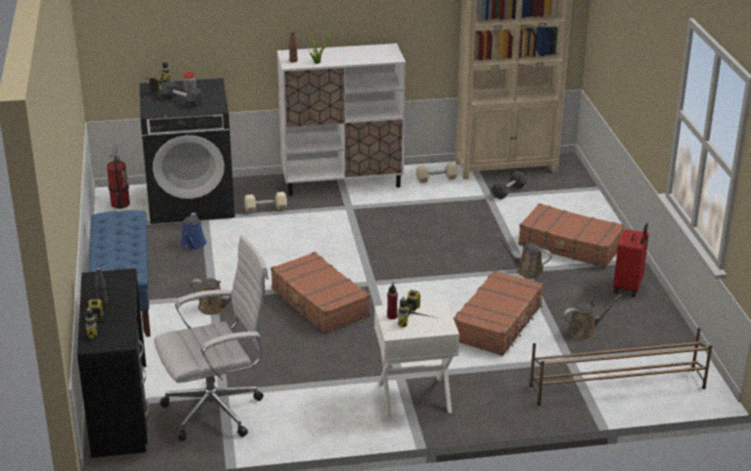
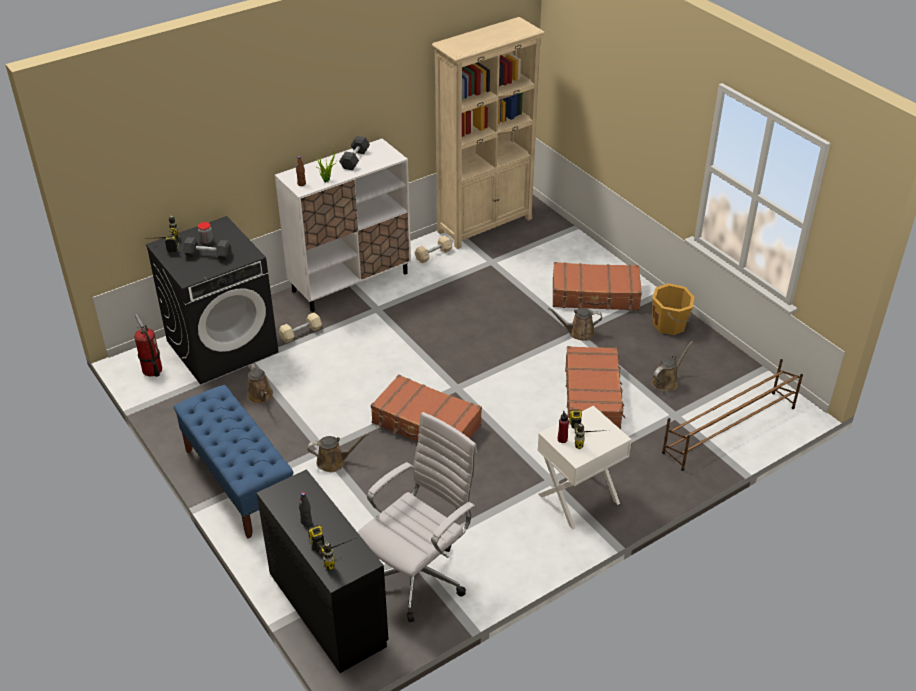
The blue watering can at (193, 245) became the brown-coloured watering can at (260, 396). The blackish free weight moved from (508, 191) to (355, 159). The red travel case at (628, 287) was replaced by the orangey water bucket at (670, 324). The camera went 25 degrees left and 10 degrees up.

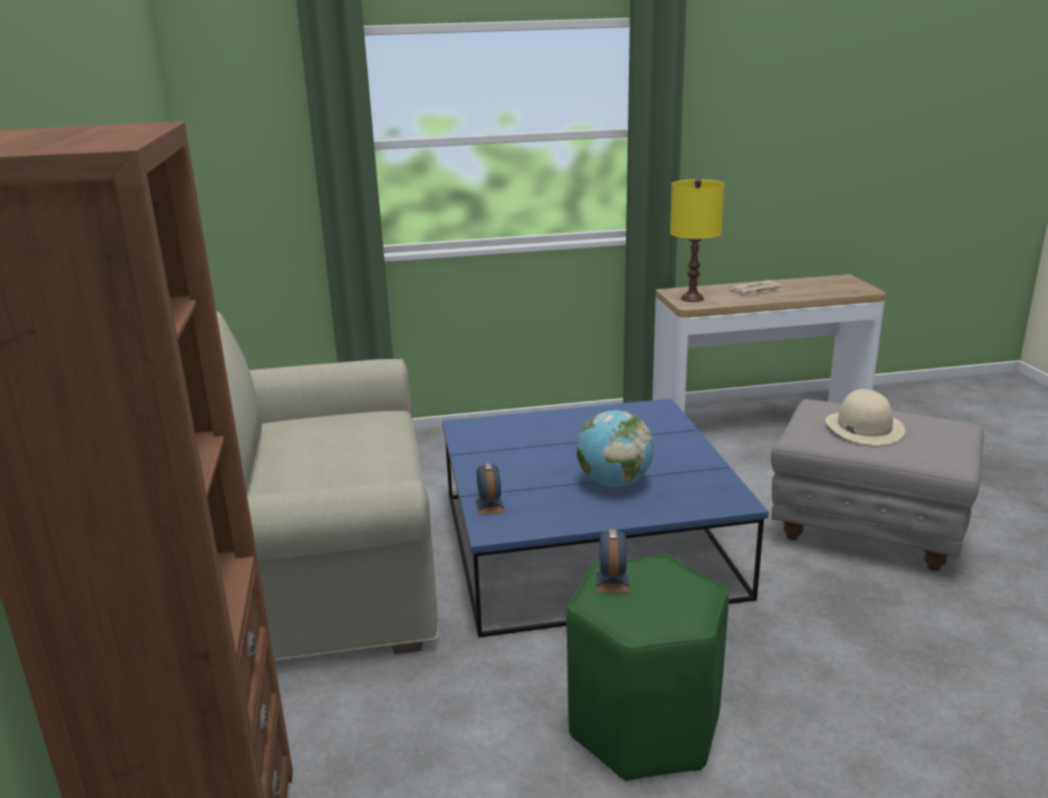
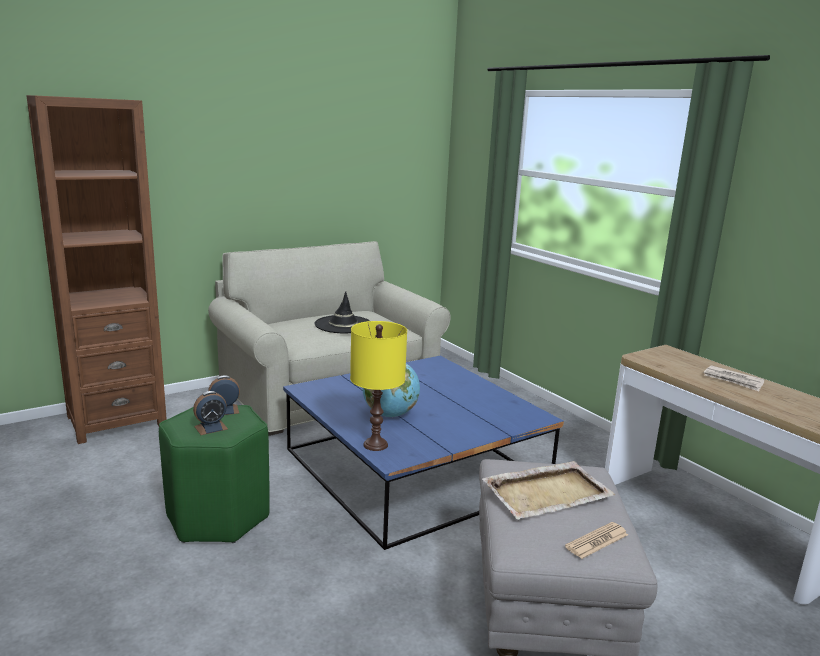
The table clock moved from (489, 505) to (211, 428). The blackish hat at (343, 325) appeared. The yellow table lamp moved from (692, 298) to (375, 445). The beige hat at (863, 427) was replaced by the beige tray at (548, 492). The daily paper at (597, 541) appeared. The camera went 65 degrees right and 5 degrees down.

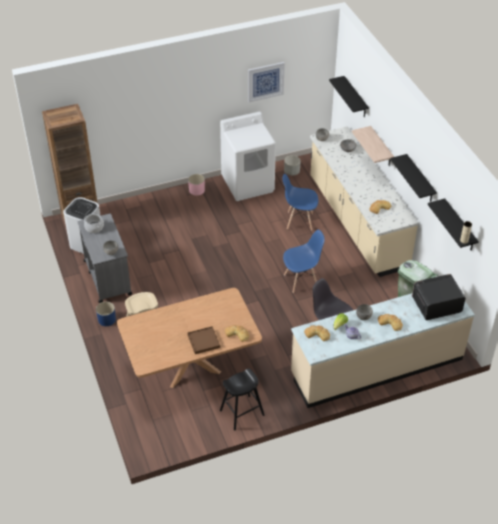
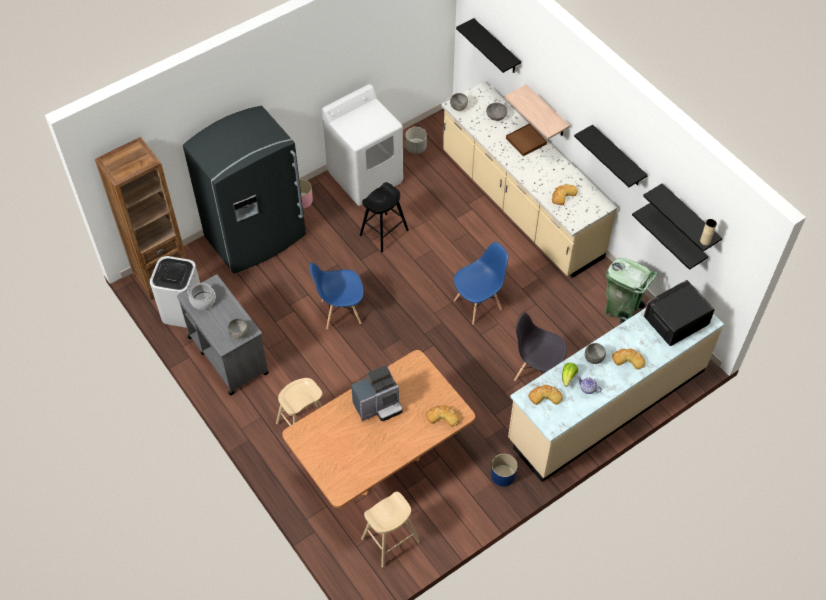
The grey refrigerator at (256, 237) appeared. The blue chair moved from (299, 221) to (340, 312). The coffee brewer at (378, 406) appeared. The blackish sitting stool moved from (242, 412) to (384, 232). The beige sitting stool at (390, 540) appeared. The blue planter moved from (106, 319) to (503, 475). The brown-coloured tray moved from (203, 341) to (526, 141). The blackish wall shelf at (676, 236) appeared. The picture at (265, 81) disappeared. The camera went 15 degrees left and 10 degrees up.

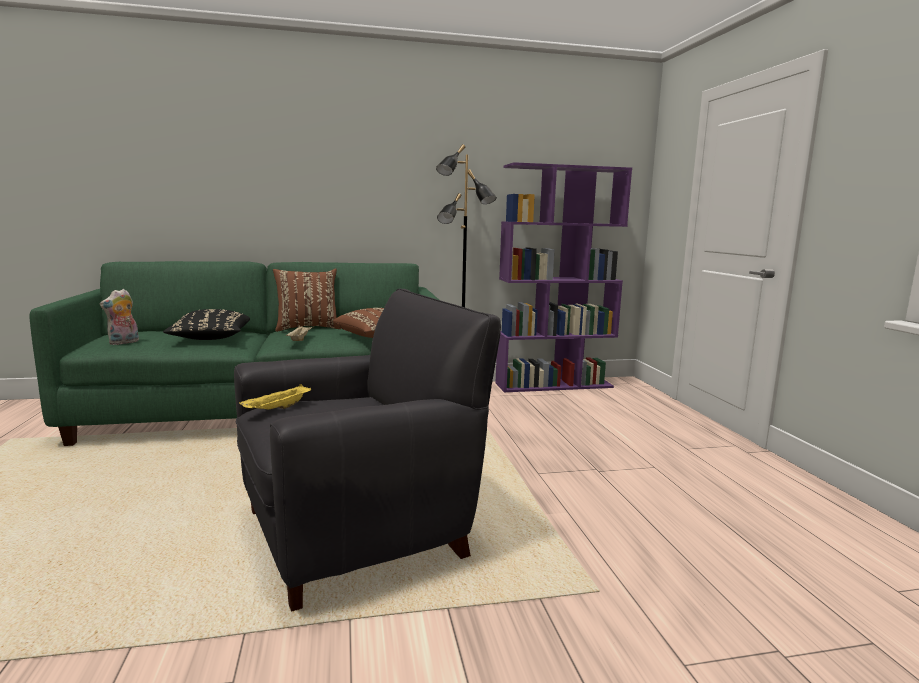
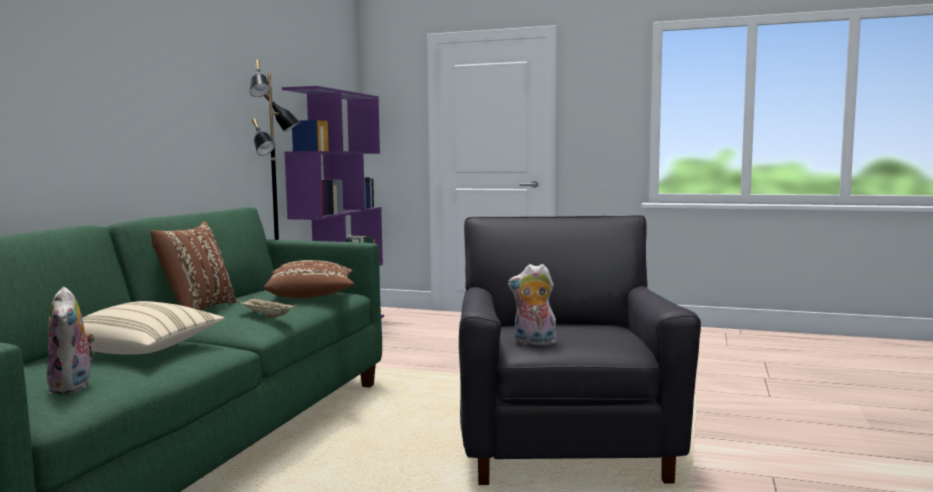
The blackish throw pillow at (210, 339) became the beige throw pillow at (143, 350). The yellow tray at (277, 409) was replaced by the soft toy at (533, 343). The camera went 60 degrees left and 5 degrees down.

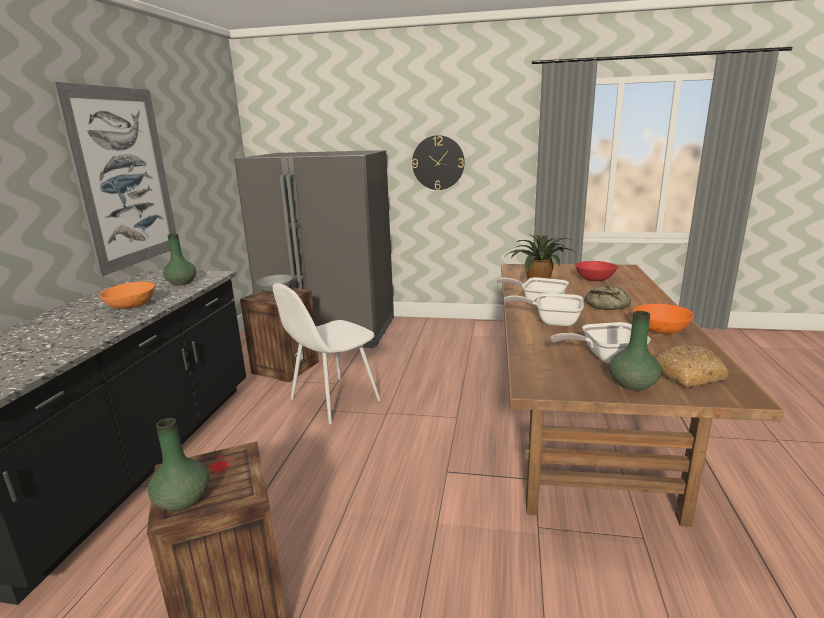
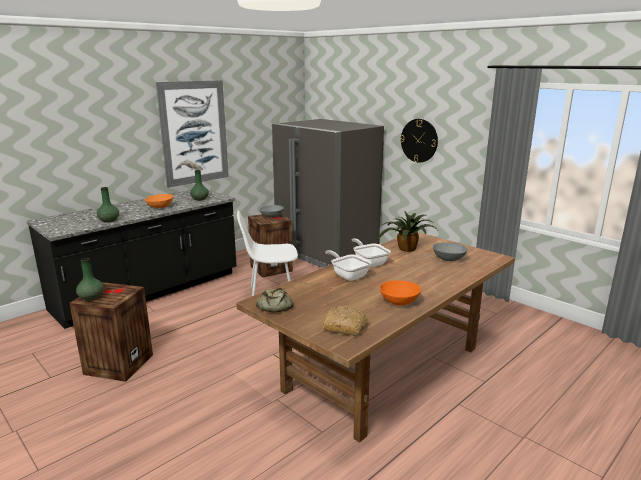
The greenish flower vase moved from (633, 385) to (108, 220). The bread moved from (608, 305) to (273, 306). The red bowl at (595, 279) became the grey bowl at (449, 259). The pan at (605, 358) disappeared. The camera went 35 degrees right and 0 degrees up.

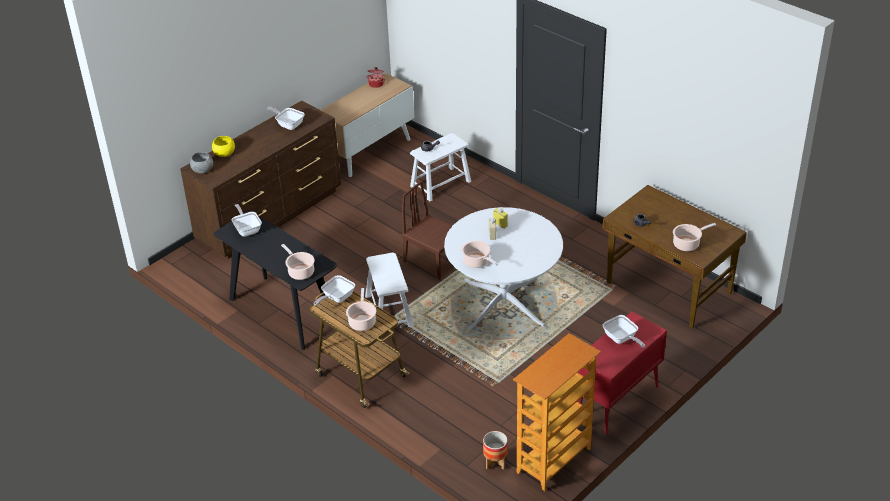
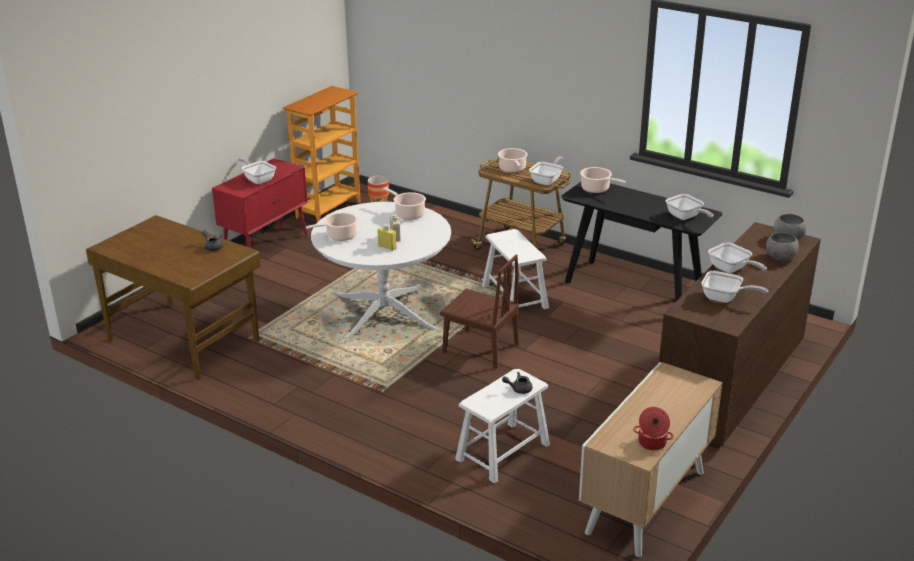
The saucepot moved from (687, 244) to (339, 236). The pan at (731, 270) appeared. The yellow bowl at (224, 153) became the grey bowl at (780, 257). The camera went 170 degrees right and 10 degrees down.

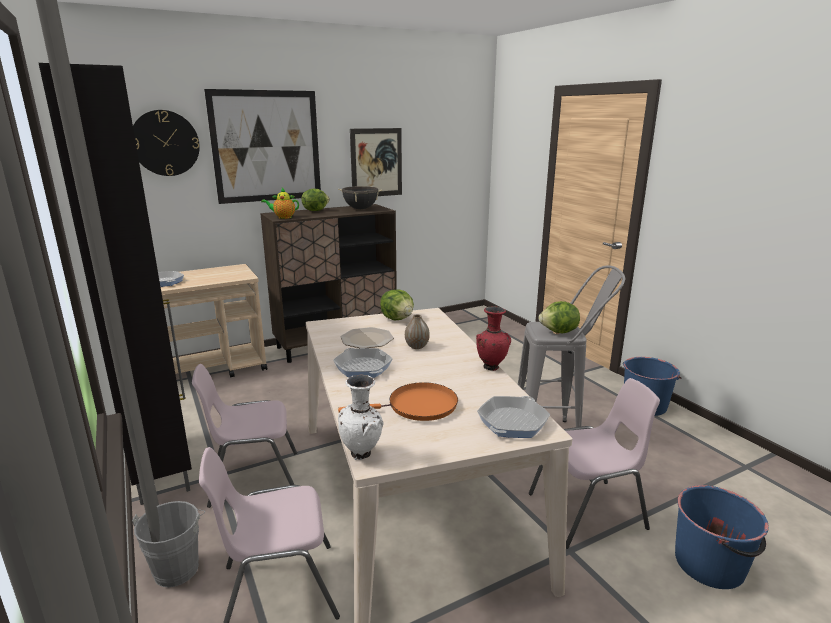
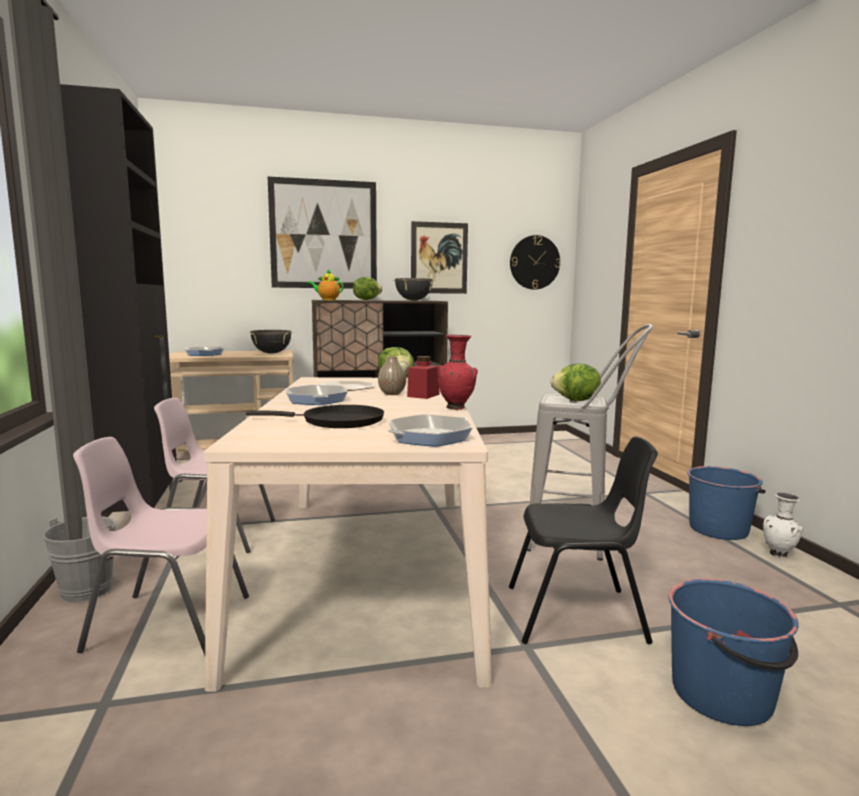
The orangey pan at (418, 406) became the blackish pan at (337, 421). The blackish saucepot at (271, 353) appeared. The red jar at (423, 395) appeared. The pink chair at (589, 512) became the blackish chair at (577, 615). The clock on the wall moved from (165, 143) to (534, 262). The white-coloured flower vase moved from (362, 454) to (779, 555). The camera went 15 degrees right and 10 degrees down.

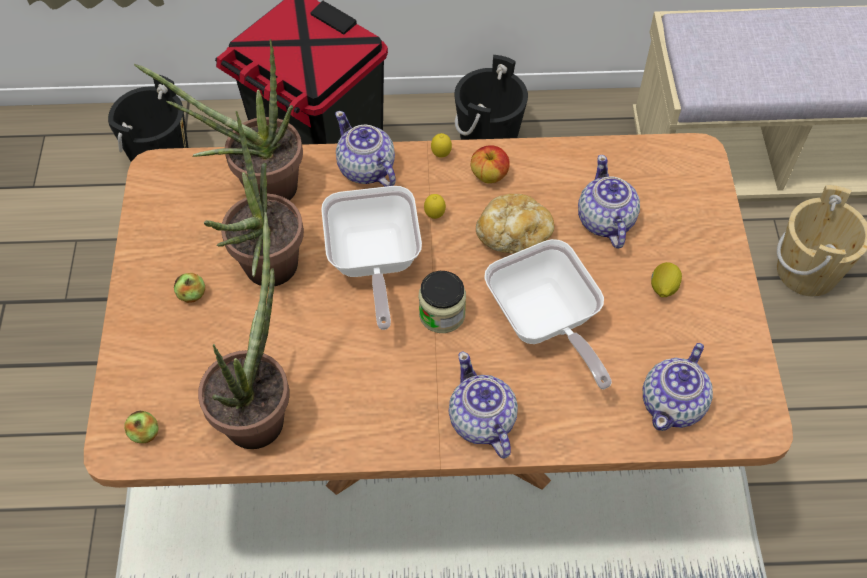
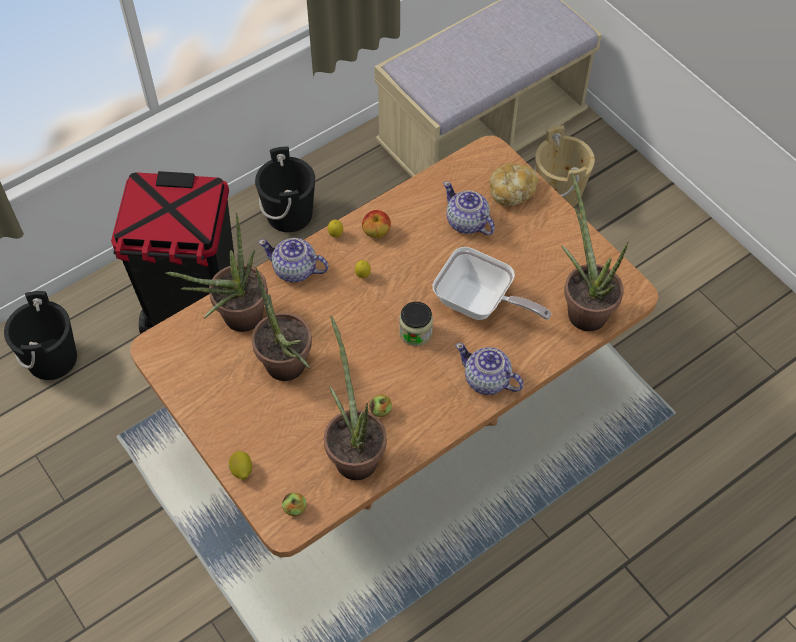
The lemon moved from (663, 288) to (241, 470). The apple moved from (192, 295) to (380, 410). The bread moved from (513, 234) to (512, 192). The teapot at (673, 403) was replaced by the potted plant at (582, 307). The pan at (373, 264) disappeared. The camera went 35 degrees left and 0 degrees up.

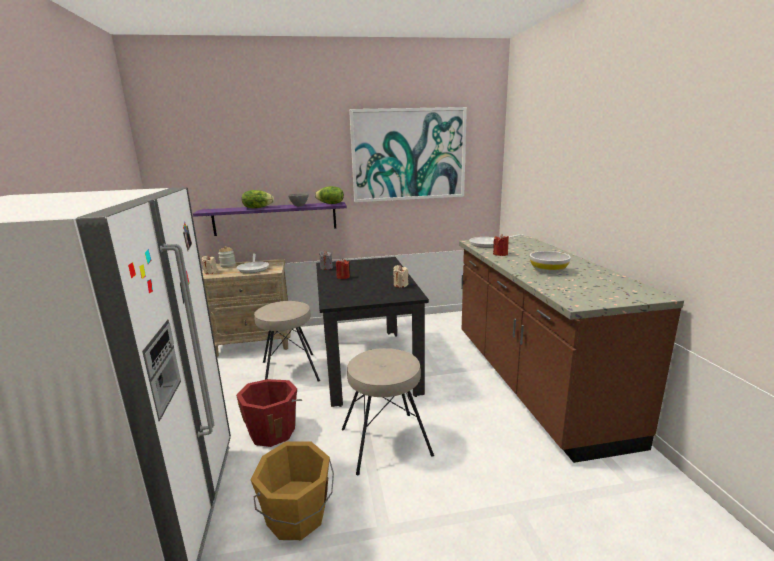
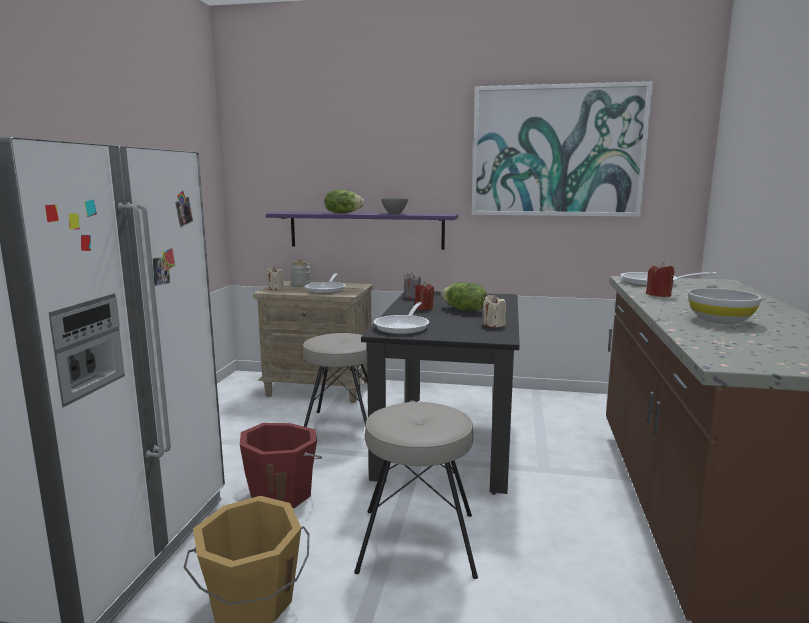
The pan at (403, 327) appeared. The head of lettuce moved from (330, 204) to (464, 310). The camera went 20 degrees right and 5 degrees down.

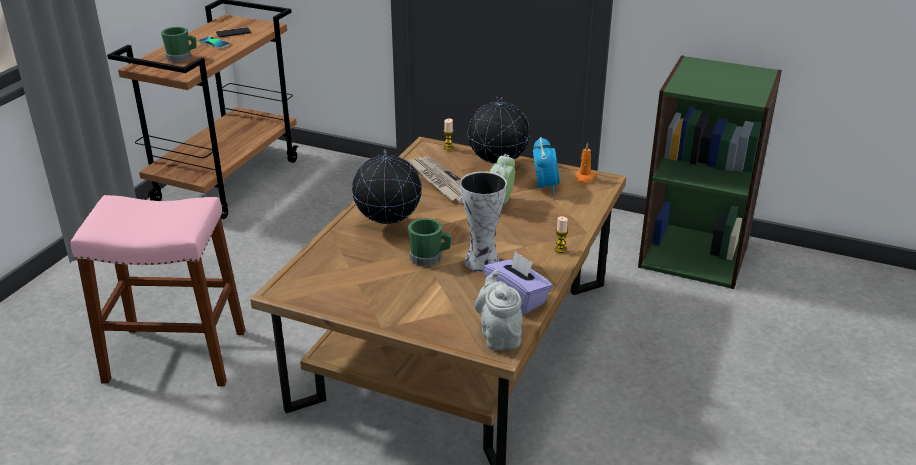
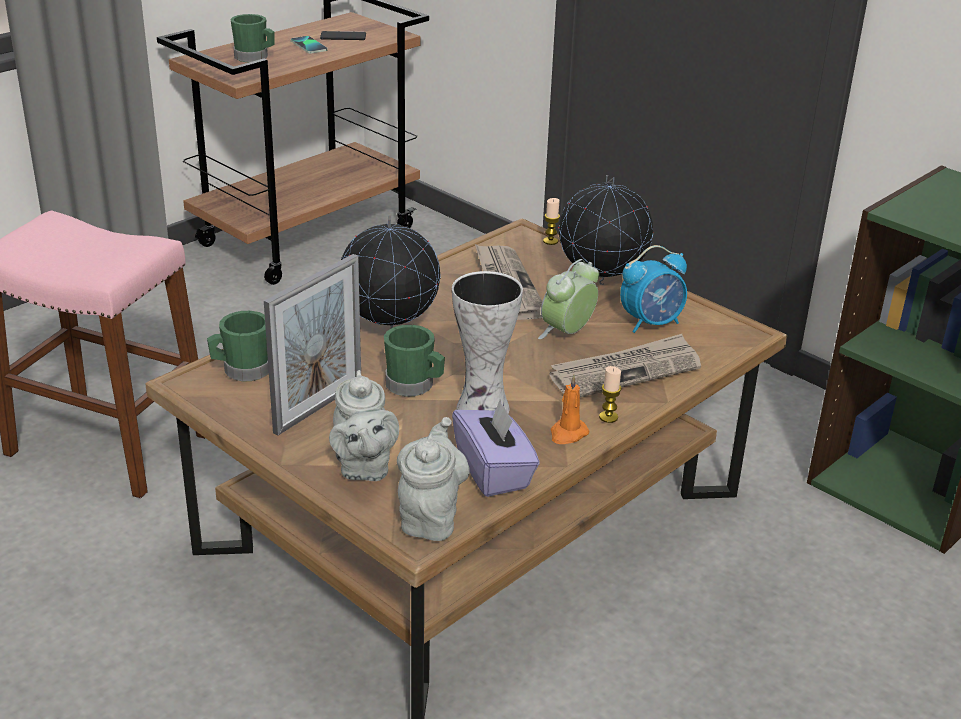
The greenish mug at (242, 370) appeared. The photo frame at (318, 407) appeared. The grey teapot at (363, 468) appeared. The daily paper at (625, 371) appeared. The orangey wax candle moved from (584, 178) to (568, 434). The table clock at (545, 186) turned 45 degrees clockwise. The camera went 20 degrees right and 0 degrees up.

